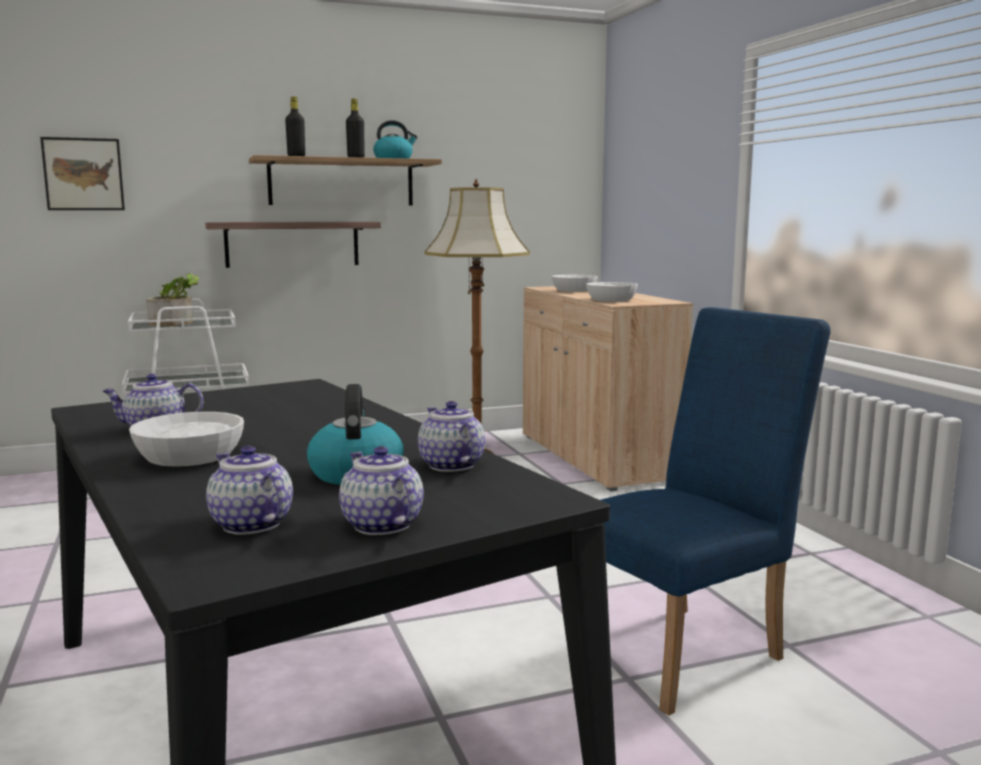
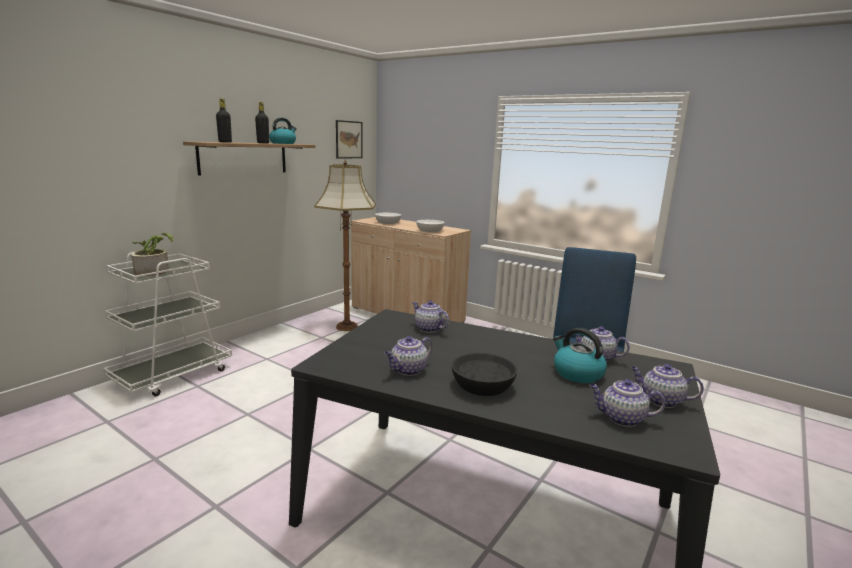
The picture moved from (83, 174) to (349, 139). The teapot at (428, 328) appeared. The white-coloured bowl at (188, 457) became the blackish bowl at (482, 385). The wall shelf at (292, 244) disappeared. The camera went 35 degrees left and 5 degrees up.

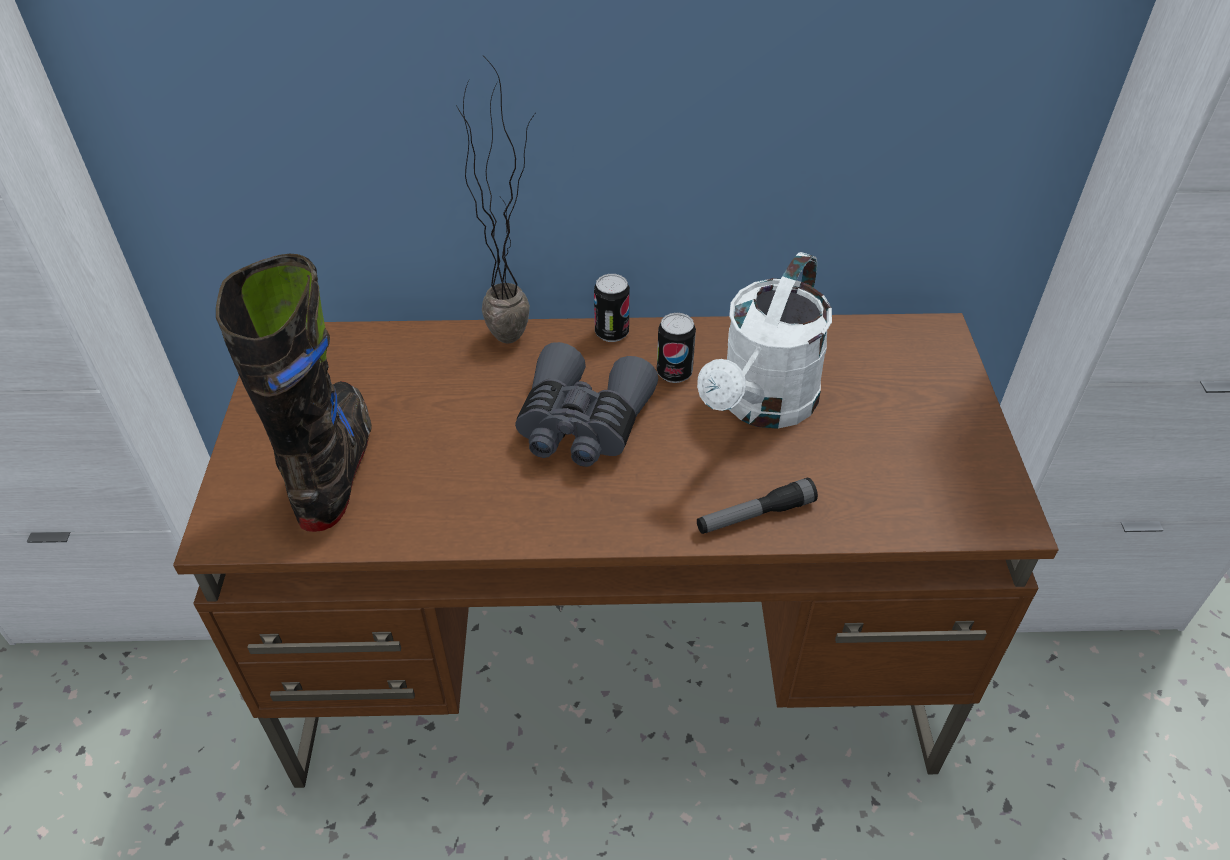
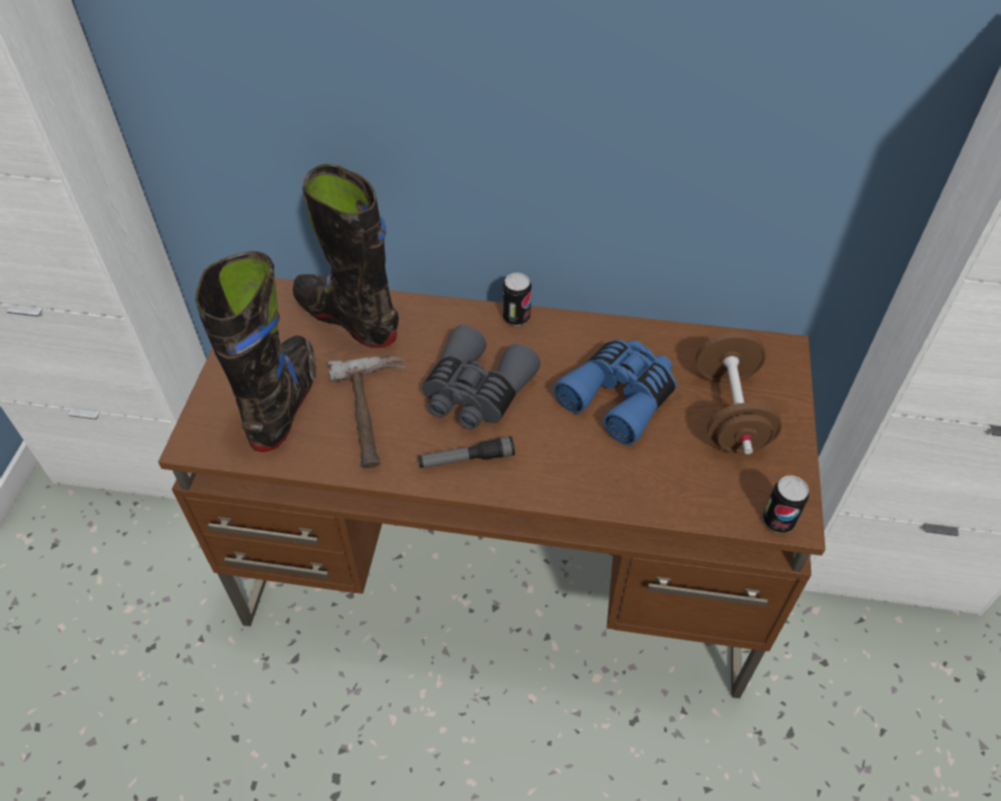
The blackish high-top boot at (348, 318) appeared. The tool hammer at (375, 413) appeared. The flashlight moved from (755, 515) to (466, 459). The white-coloured watering can at (761, 406) was replaced by the blue binoculars at (620, 396). The brown-coloured free weight at (730, 413) appeared. The sealed can moved from (674, 373) to (778, 521). The potted plant at (516, 329) disappeared. The camera went 10 degrees right and 5 degrees up.

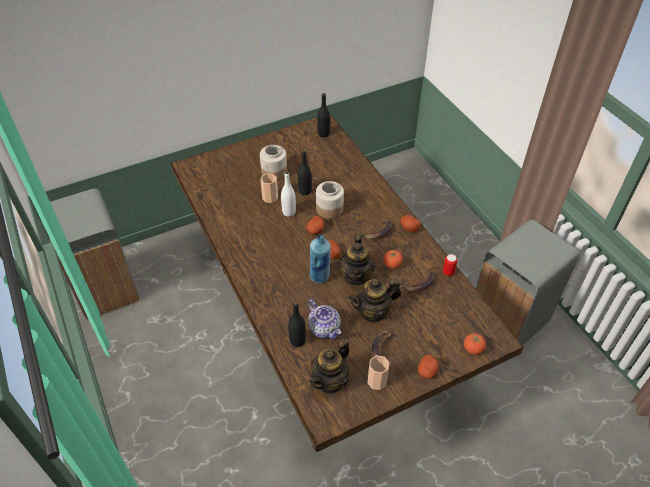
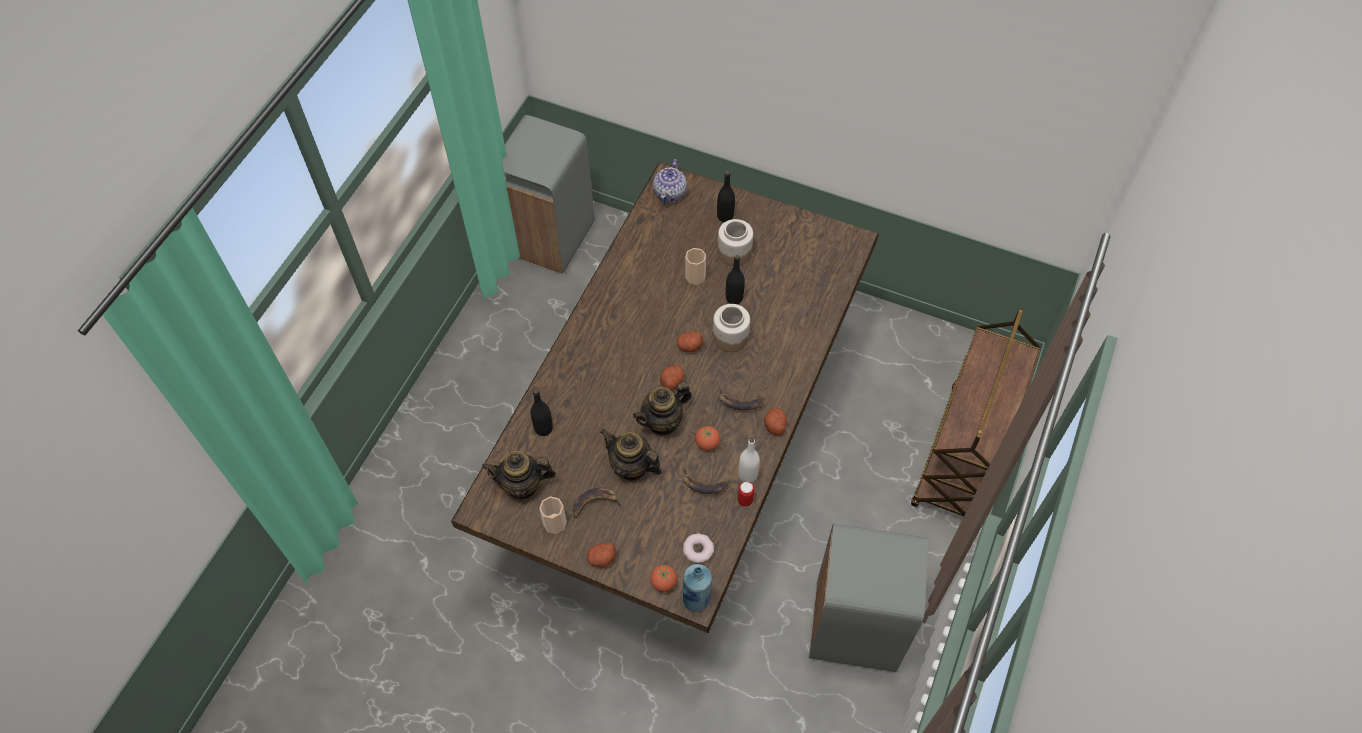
The teapot moved from (324, 328) to (670, 193). The blue drink bottle moved from (320, 276) to (696, 600). The ring doughnut at (698, 549) appeared. The blackish drink bottle moved from (323, 133) to (725, 216). The white-coloured drink bottle moved from (289, 212) to (747, 475). The brown-coloured cart at (962, 457) appeared. The camera went 50 degrees right and 10 degrees up.

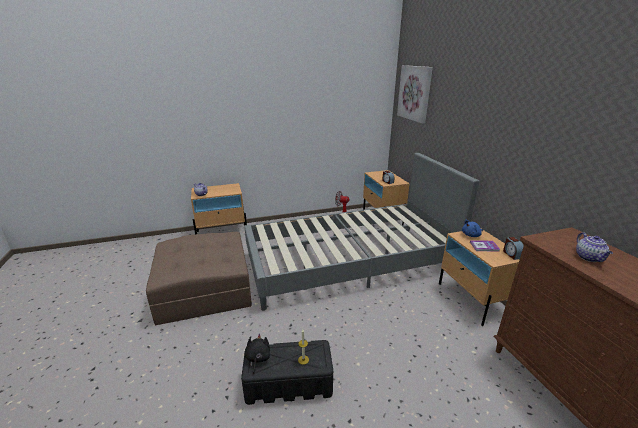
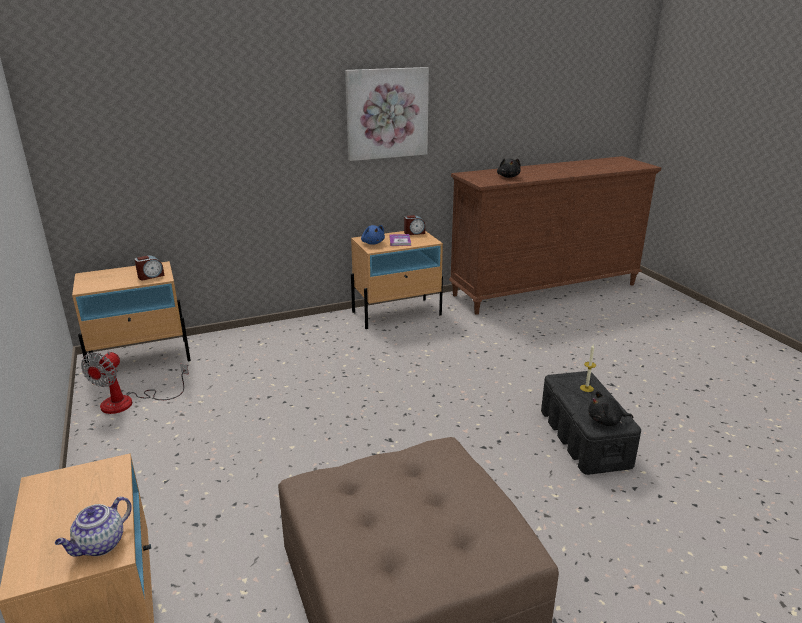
The picture moved from (414, 93) to (387, 113). The teapot at (589, 258) was replaced by the blackish soft toy at (508, 177). The grey bed at (349, 262) disappeared. The camera went 95 degrees left and 0 degrees up.

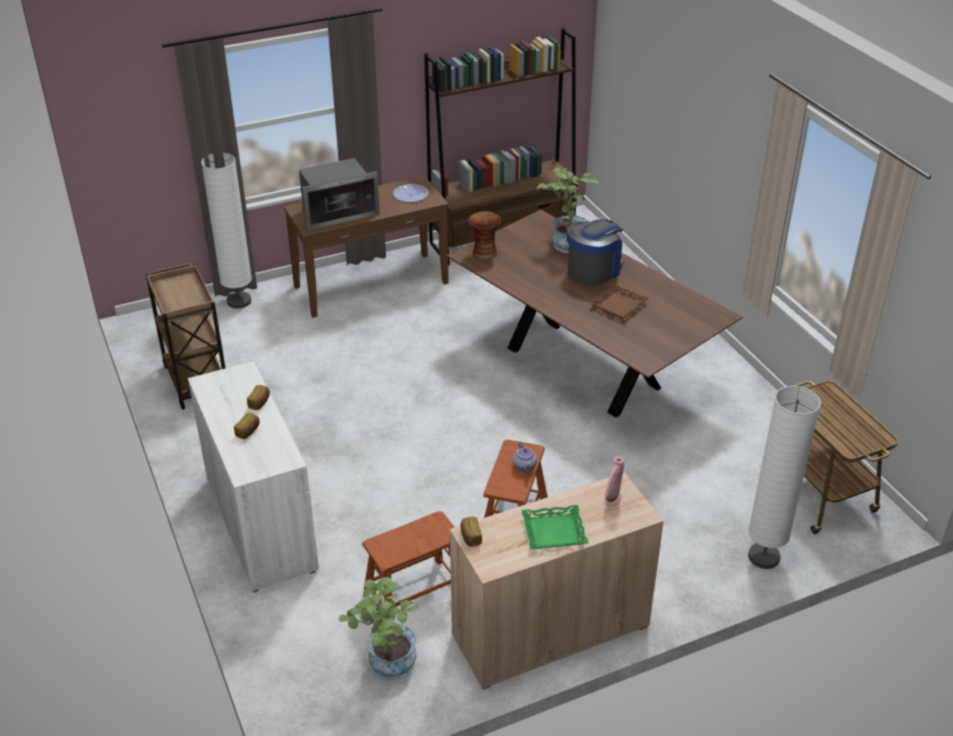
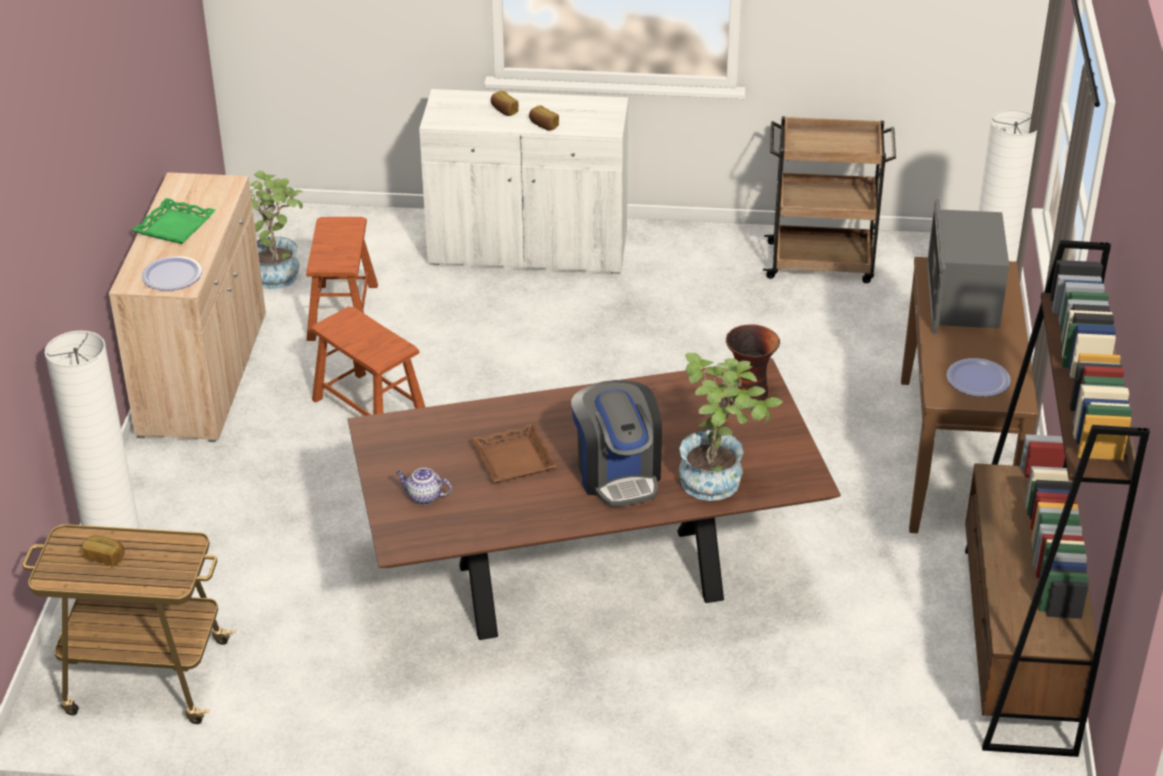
The bread moved from (470, 537) to (105, 557). The pink flower vase at (612, 498) was replaced by the dinner plate at (172, 275). The teapot moved from (525, 467) to (423, 497). The camera went 120 degrees right and 0 degrees up.

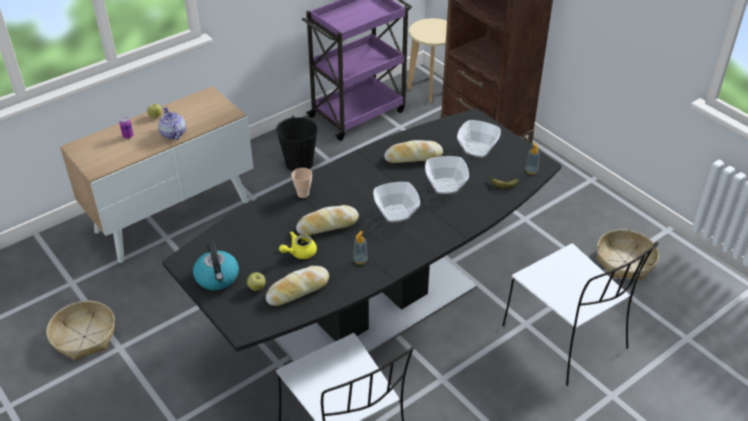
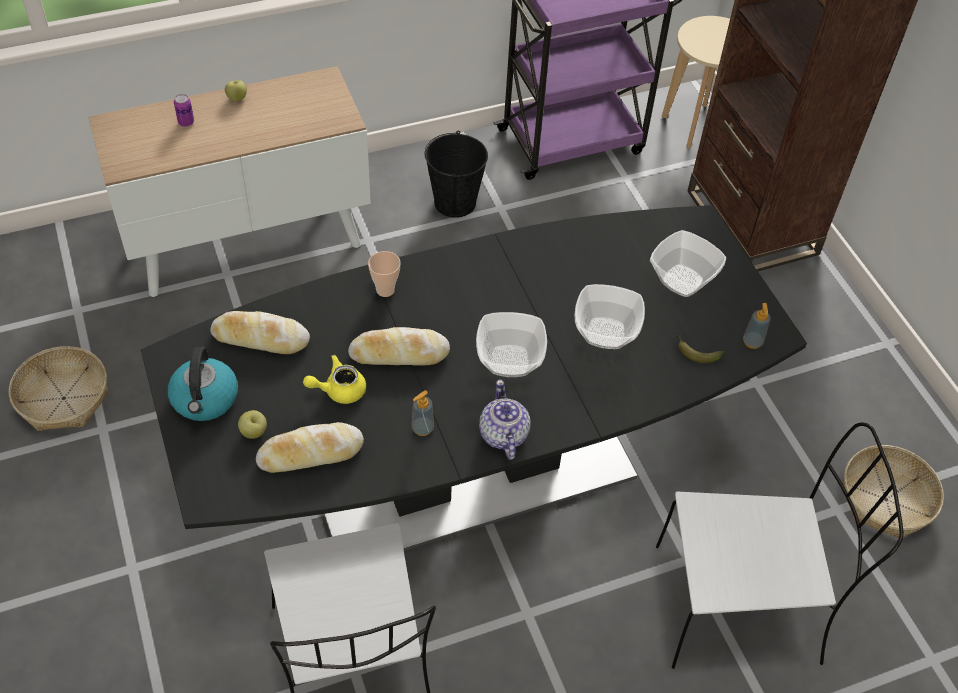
The bread moved from (413, 157) to (260, 338). The teapot moved from (173, 134) to (503, 435). The white-coloured chair at (567, 339) turned 75 degrees counterclockwise. The camera went 15 degrees right and 10 degrees up.

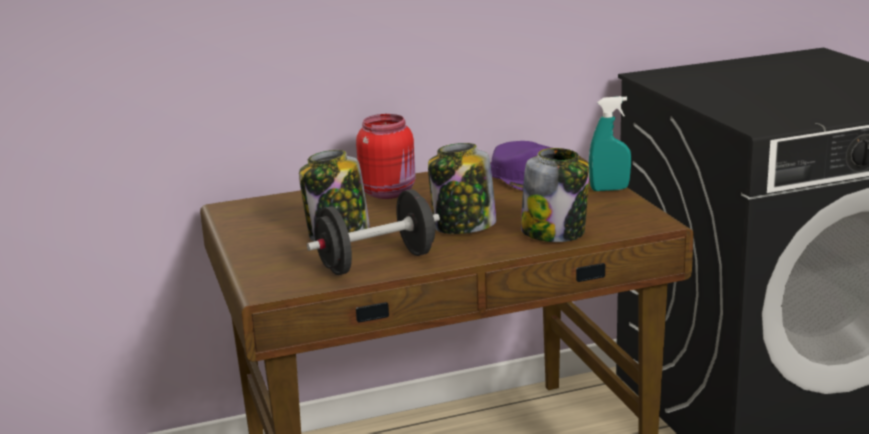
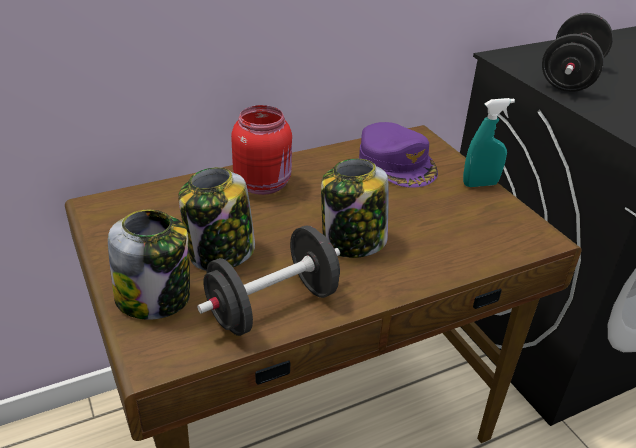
The jar moved from (554, 232) to (155, 298). The blackish free weight at (570, 77) appeared. The camera went 10 degrees left and 15 degrees up.

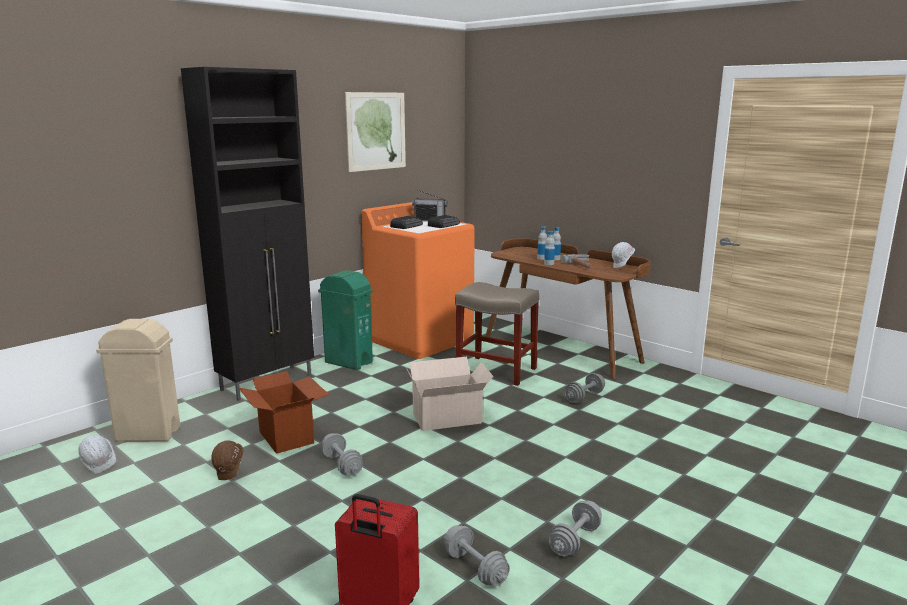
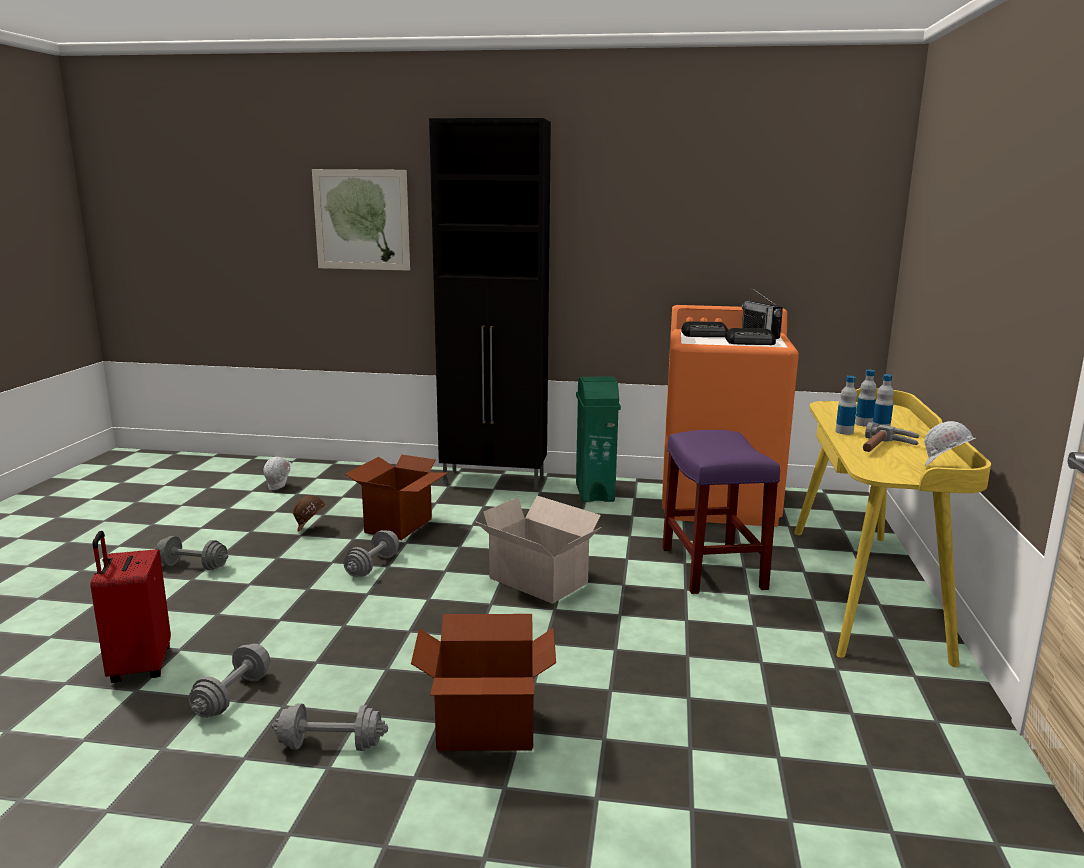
The grey free weight moved from (584, 397) to (193, 566). The picture moved from (376, 131) to (361, 220). The packing box at (486, 730) appeared. The beige sitting stool at (495, 370) became the purple sitting stool at (711, 567). The brown-coloured desk unit at (561, 350) became the yellow desk unit at (866, 589). The beige trash can at (149, 434) disappeared. The camera went 55 degrees right and 0 degrees up.

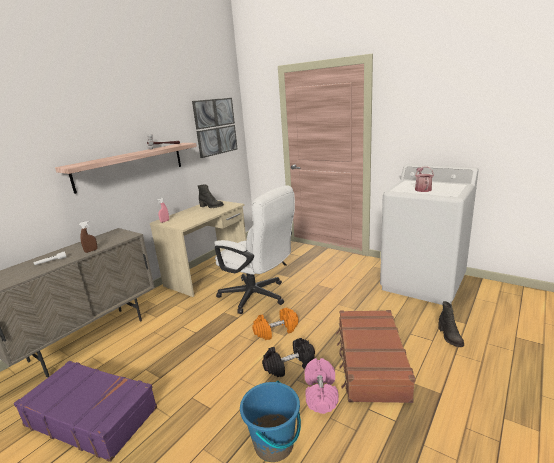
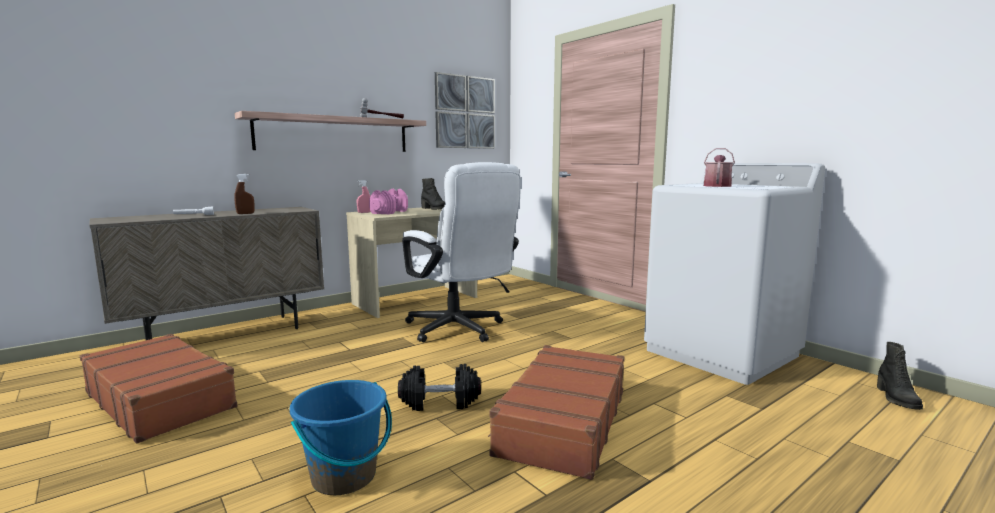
The purple travel case at (92, 416) became the brown-coloured travel case at (161, 399). The pink free weight moved from (321, 393) to (389, 212). The blackish high-top boot moved from (449, 337) to (896, 399). The orangey free weight at (276, 331) disappeared. The camera went 15 degrees right and 10 degrees down.

